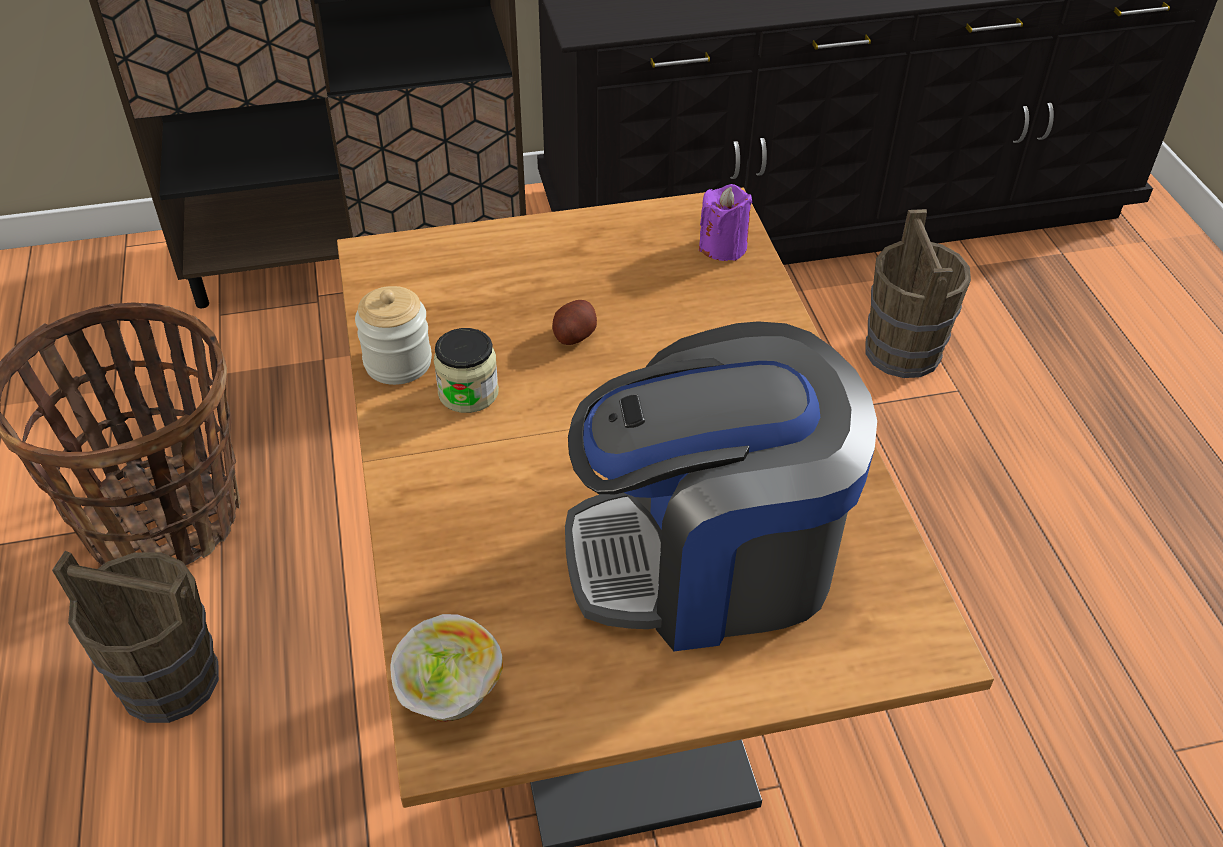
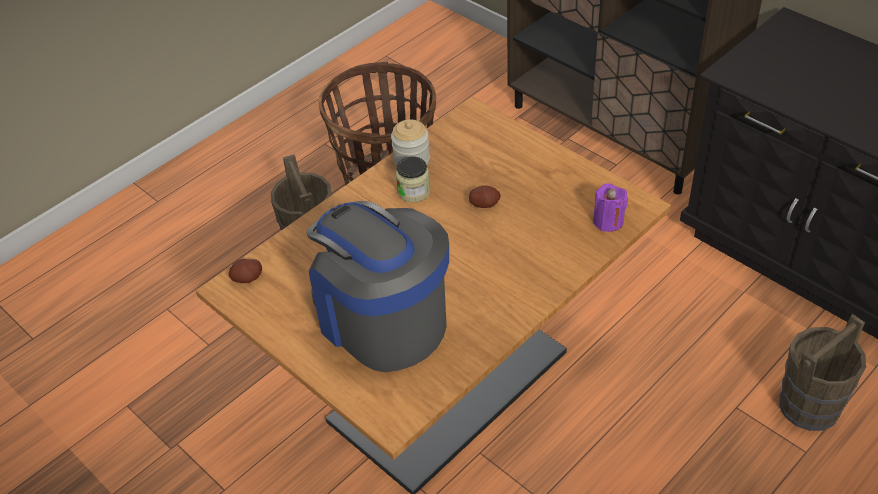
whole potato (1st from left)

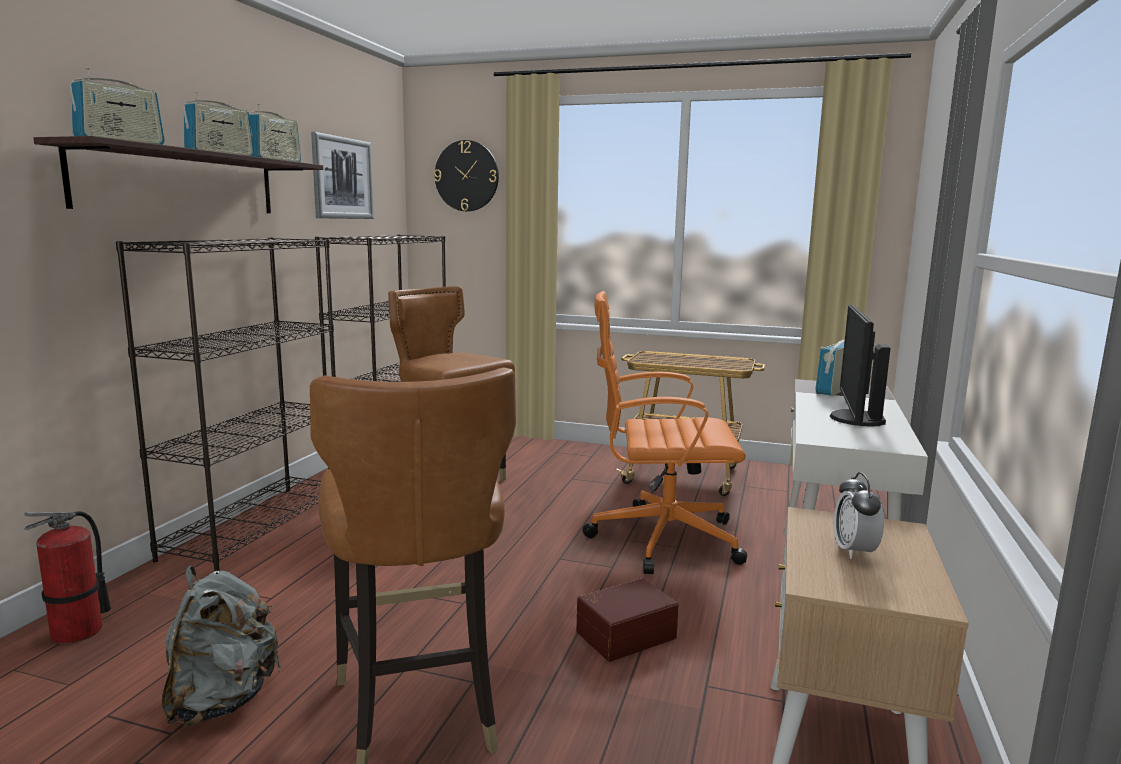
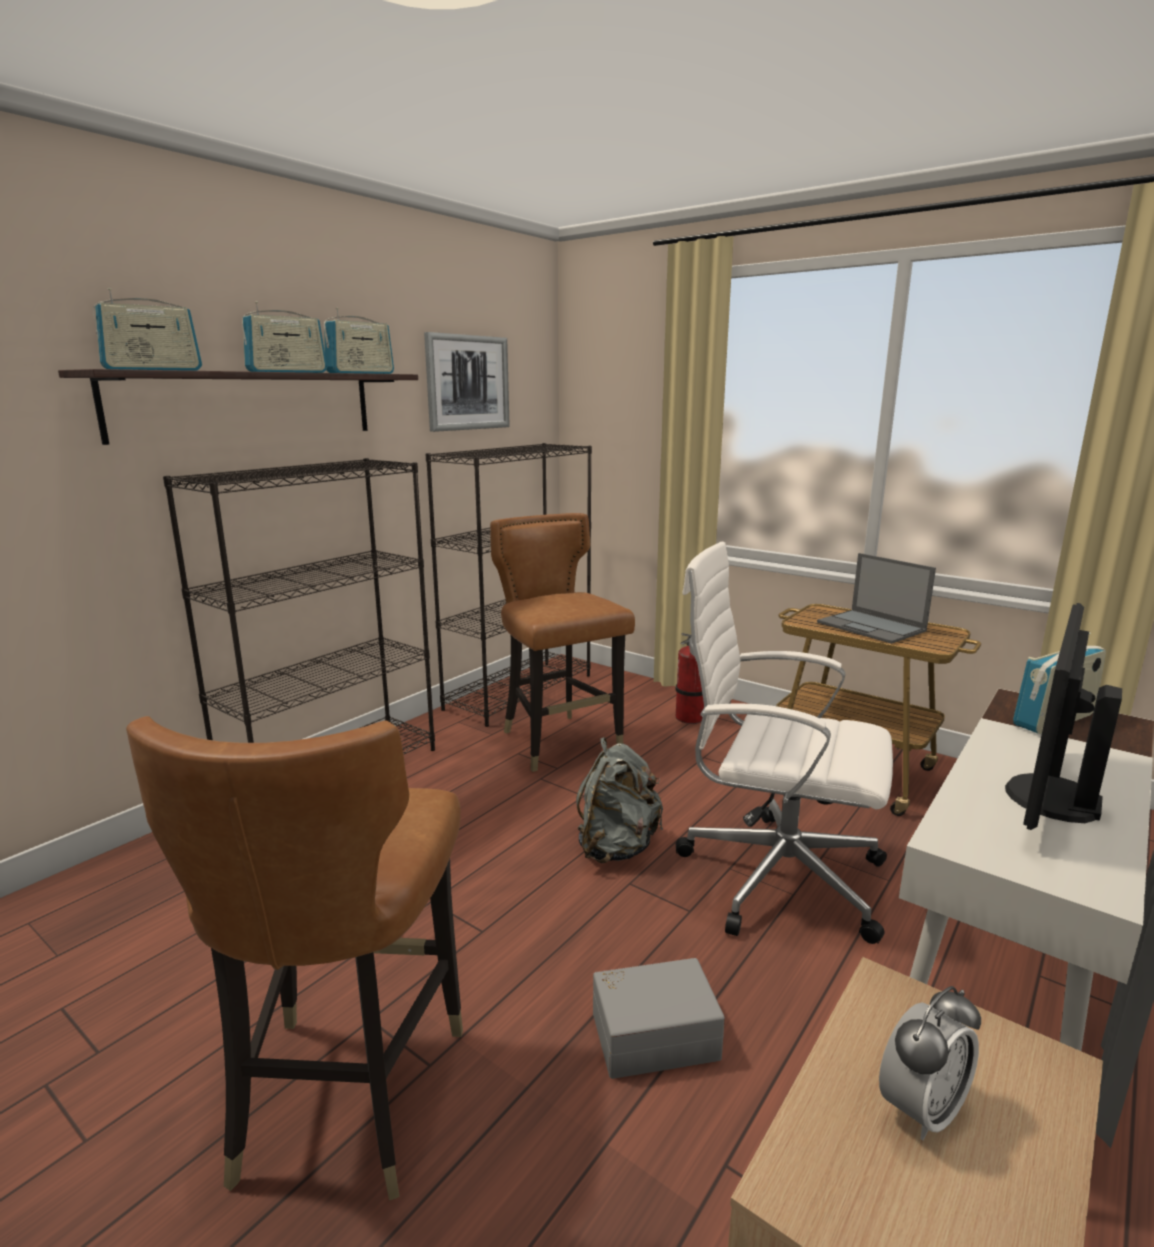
wall clock; white-coloured office chair; alarm clock; extinguisher; grey rucksack; grey storage container; notebook computer

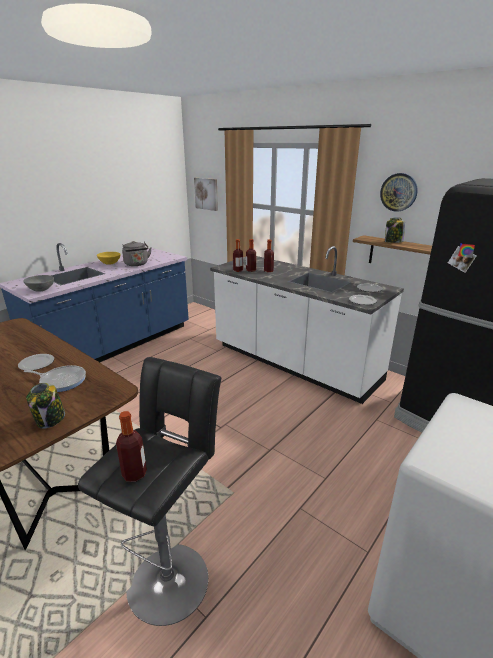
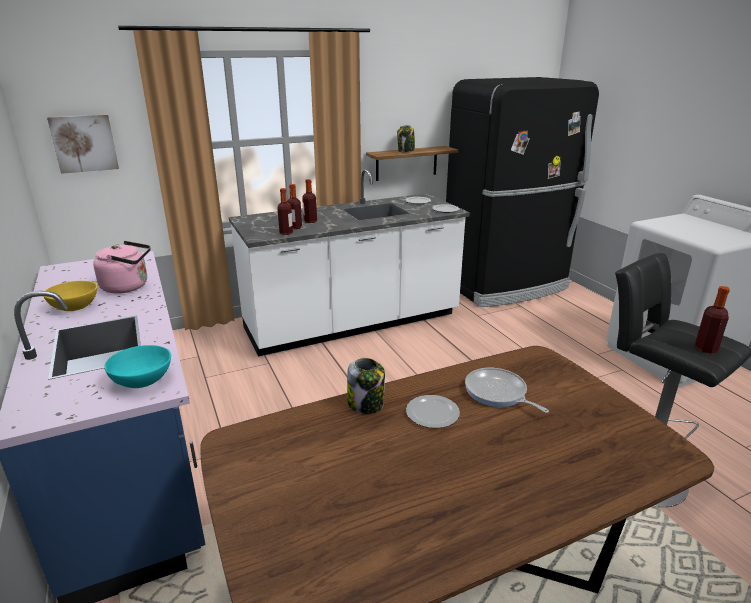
wall clock; pink tea kettle; turquoise deep dish; skillet; preserve jar (1st from left)

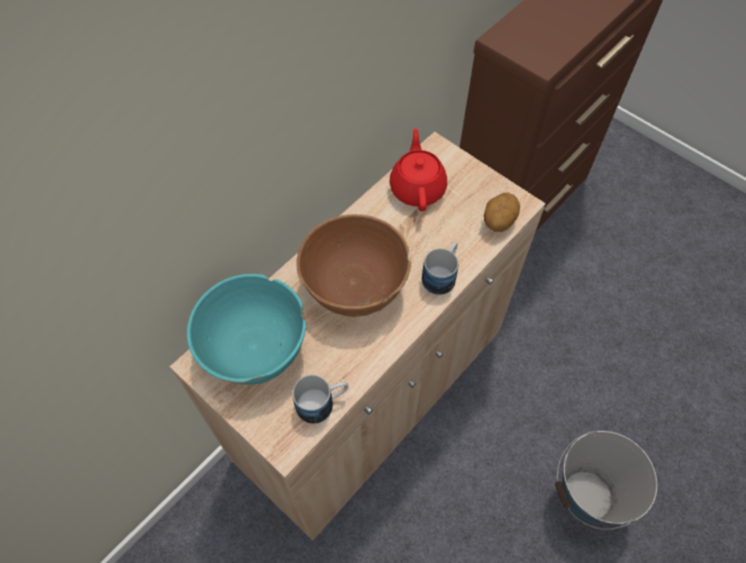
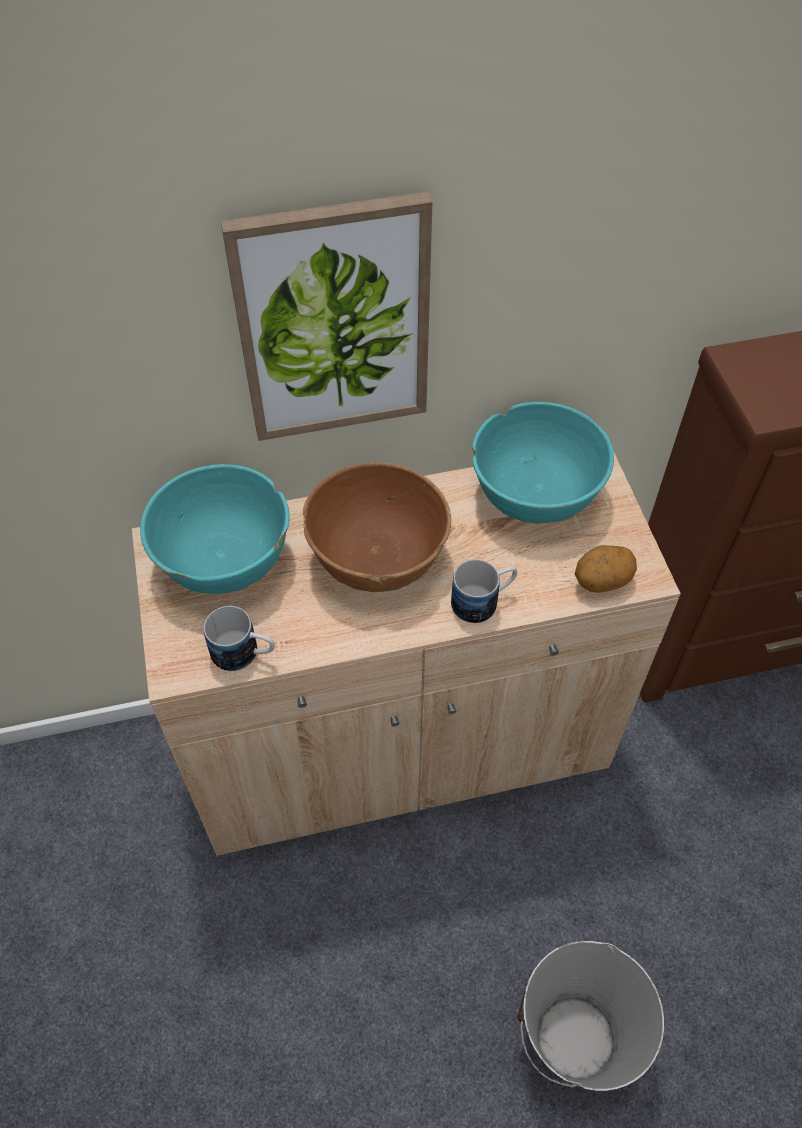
turquoise deep dish (2nd from left); wall picture

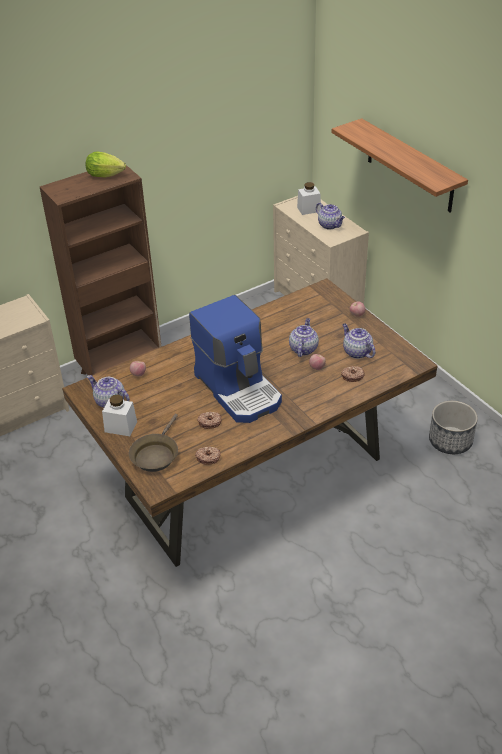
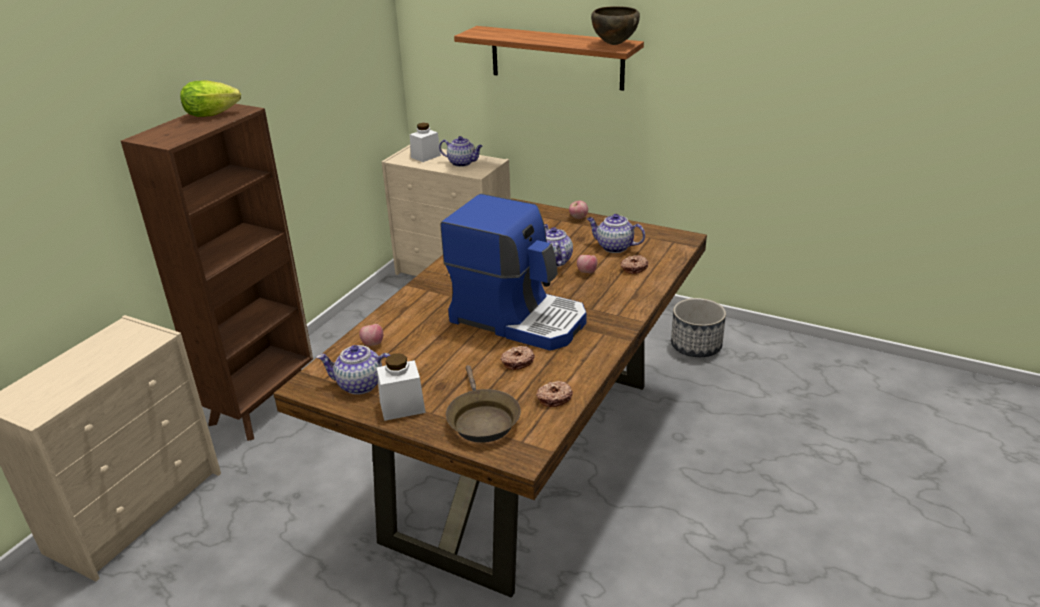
brownish deep dish

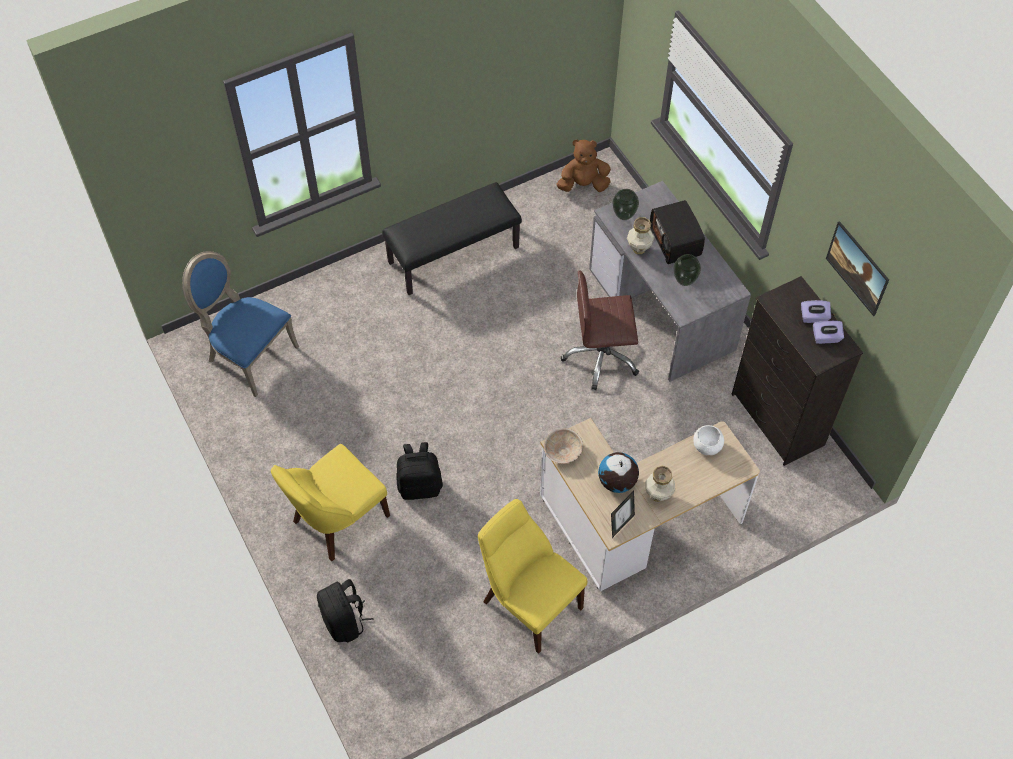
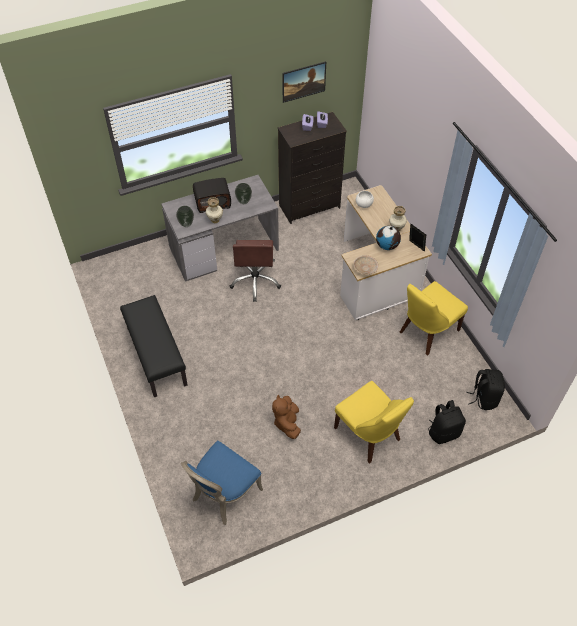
brownish cuddly toy; black-coloured rucksack (2nd from left)

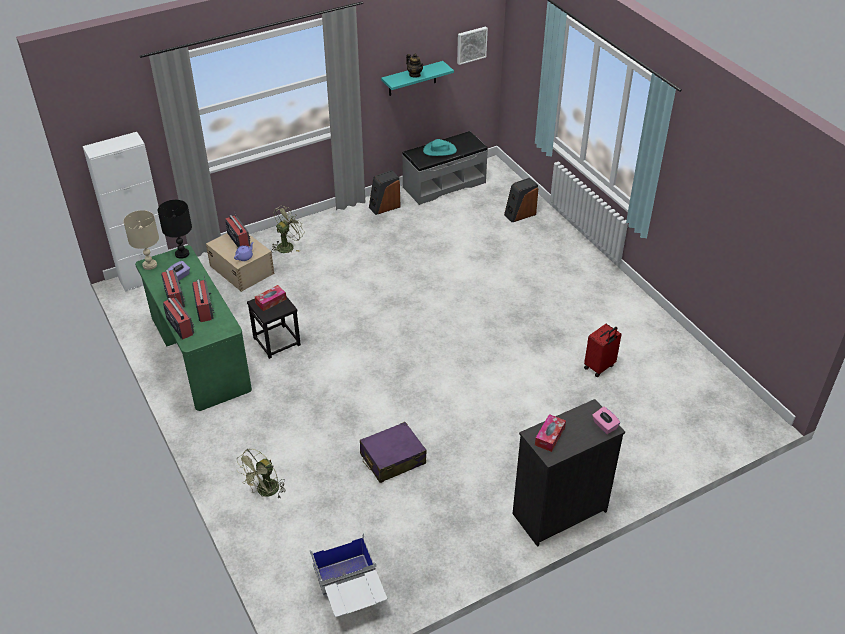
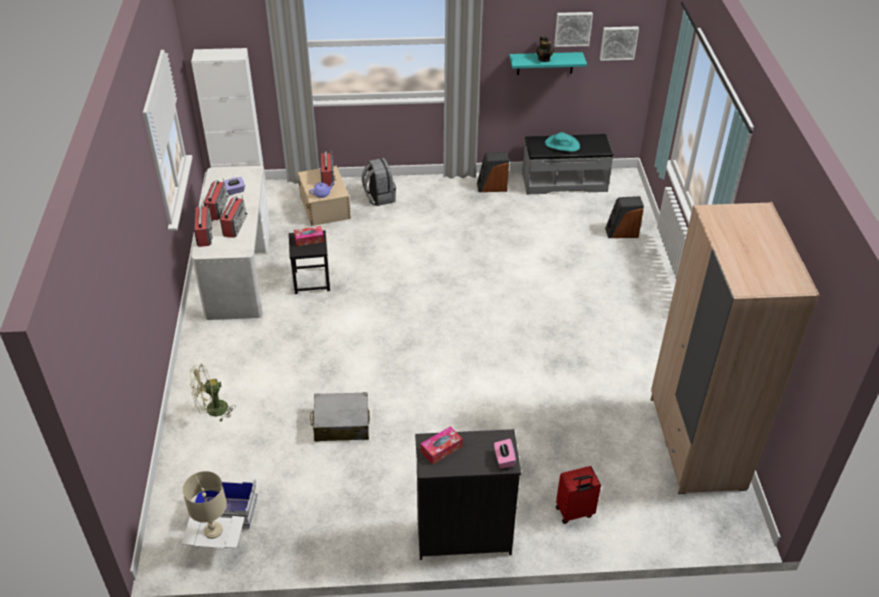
black-coloured tabletop lamp; grey rucksack; beige tabletop lamp; white-coloured desk; red-coloured piece of luggage; grey piece of luggage; wall picture (1st from left); beige wardrobe

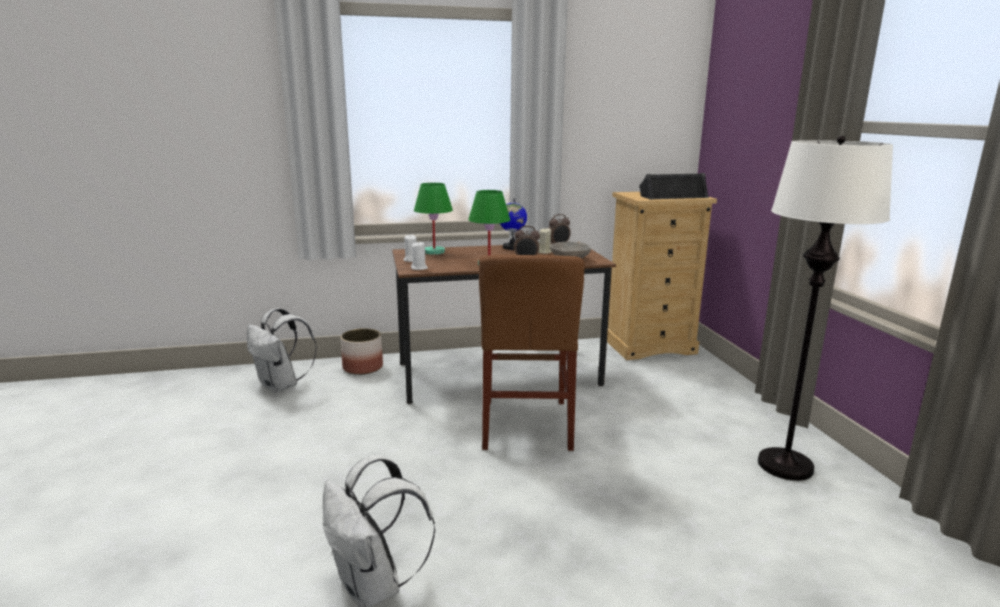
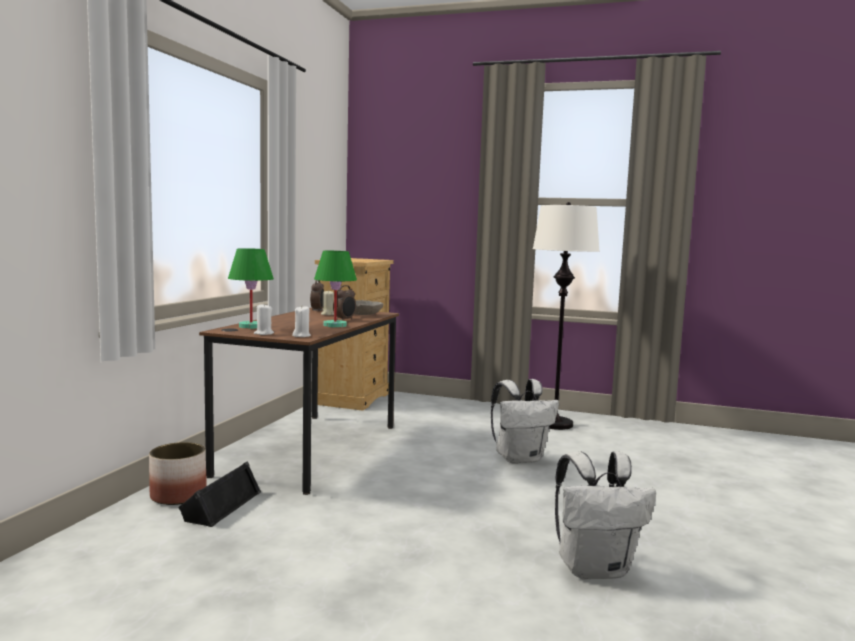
black-coloured audio speaker; globe; brownish upright chair; white-coloured rucksack (1st from left)

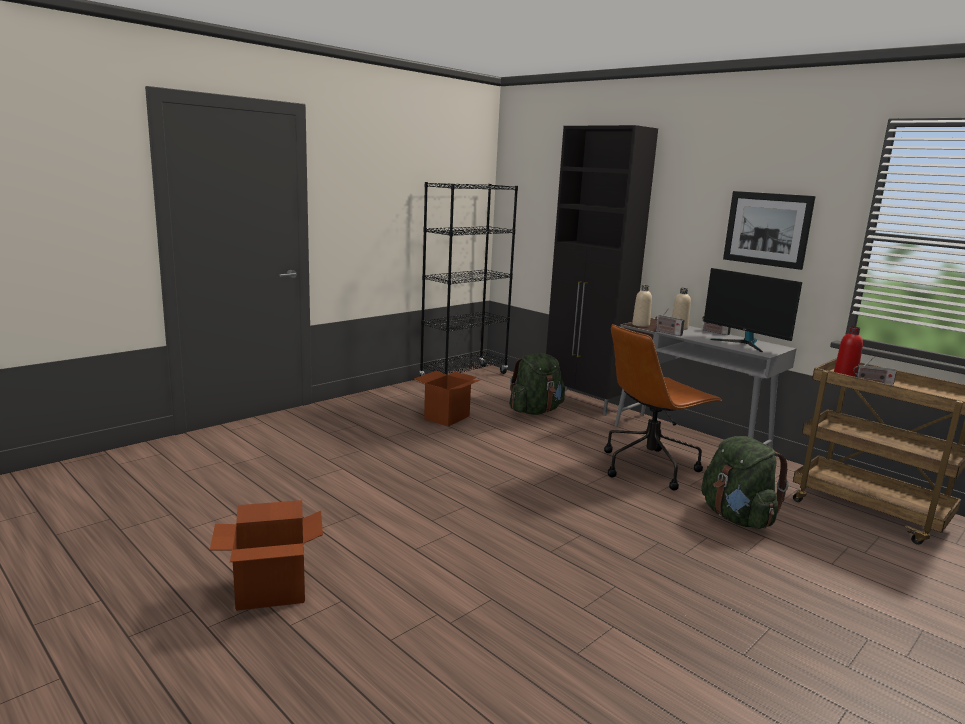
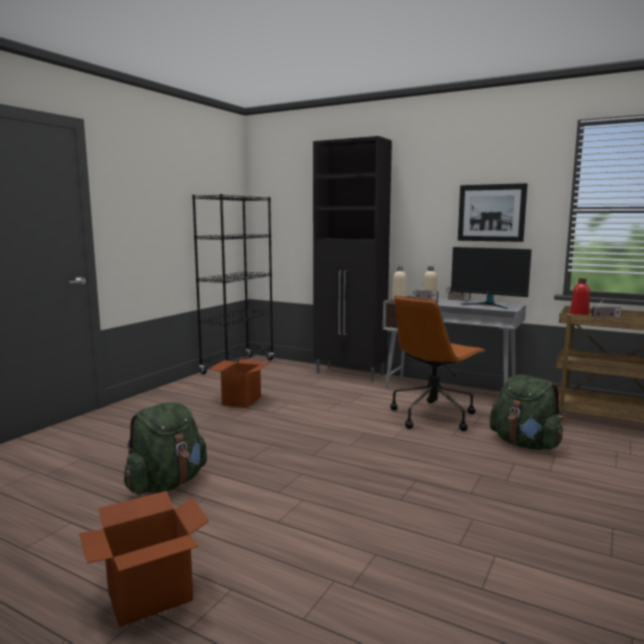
green rucksack (1st from left)

